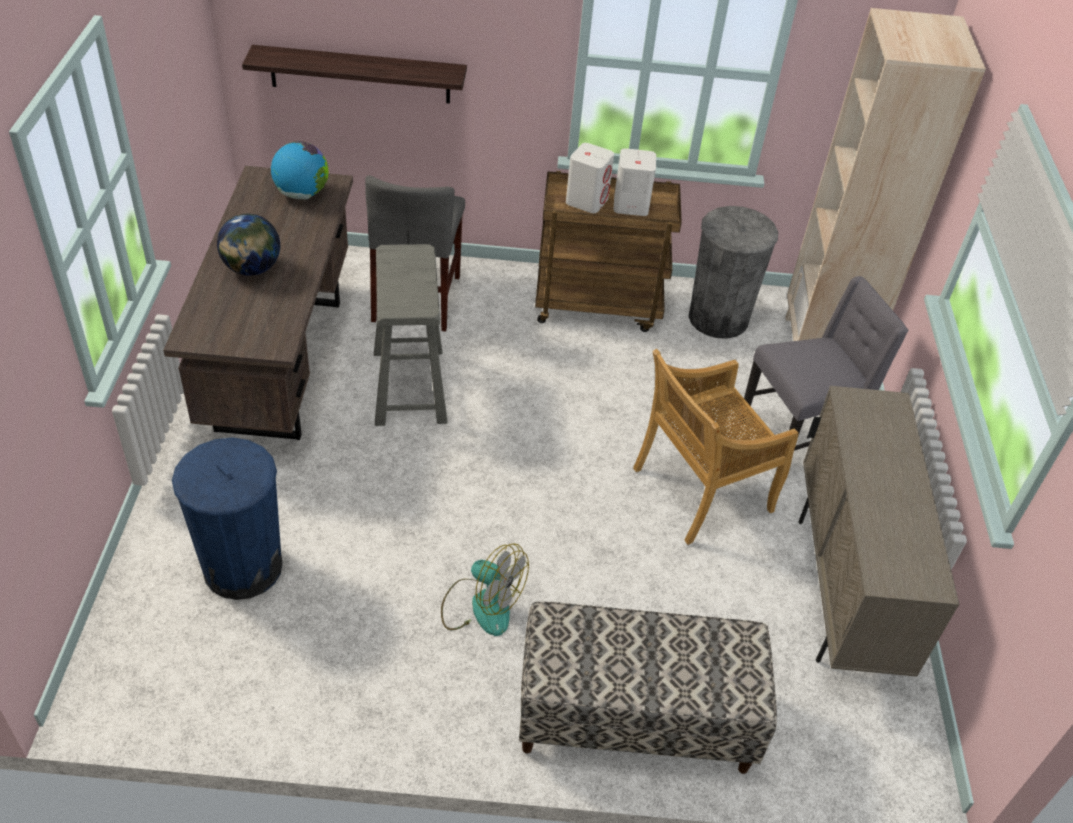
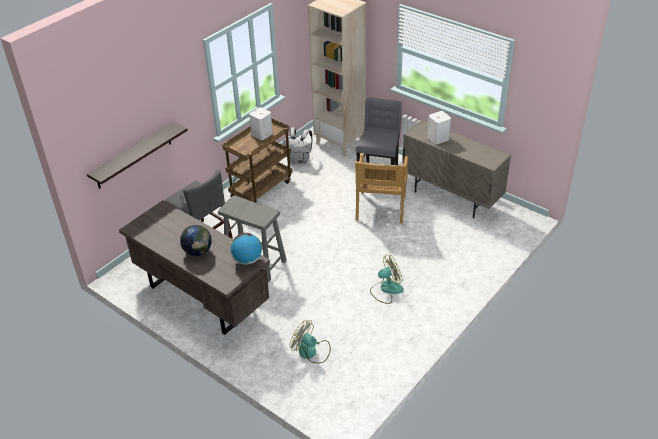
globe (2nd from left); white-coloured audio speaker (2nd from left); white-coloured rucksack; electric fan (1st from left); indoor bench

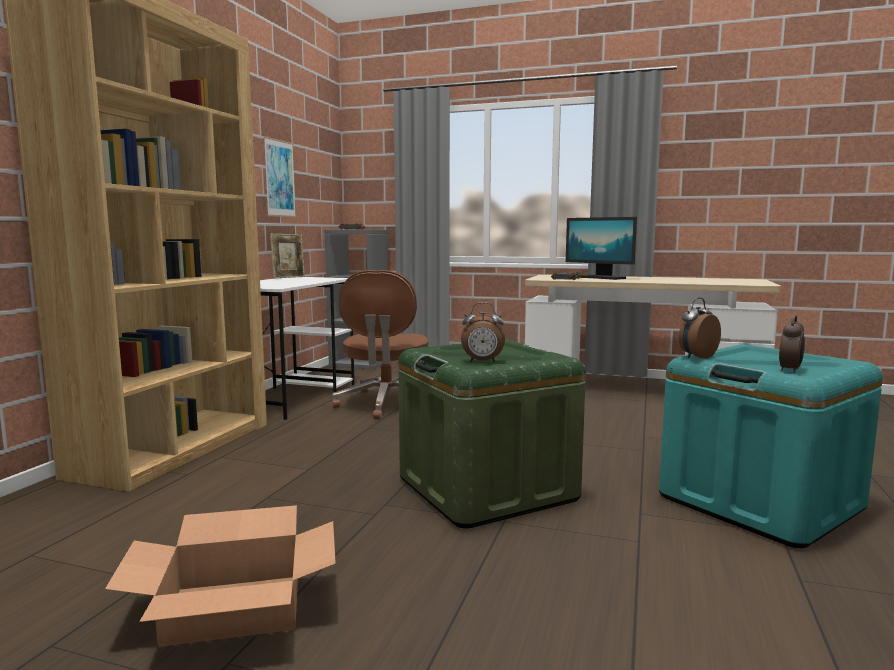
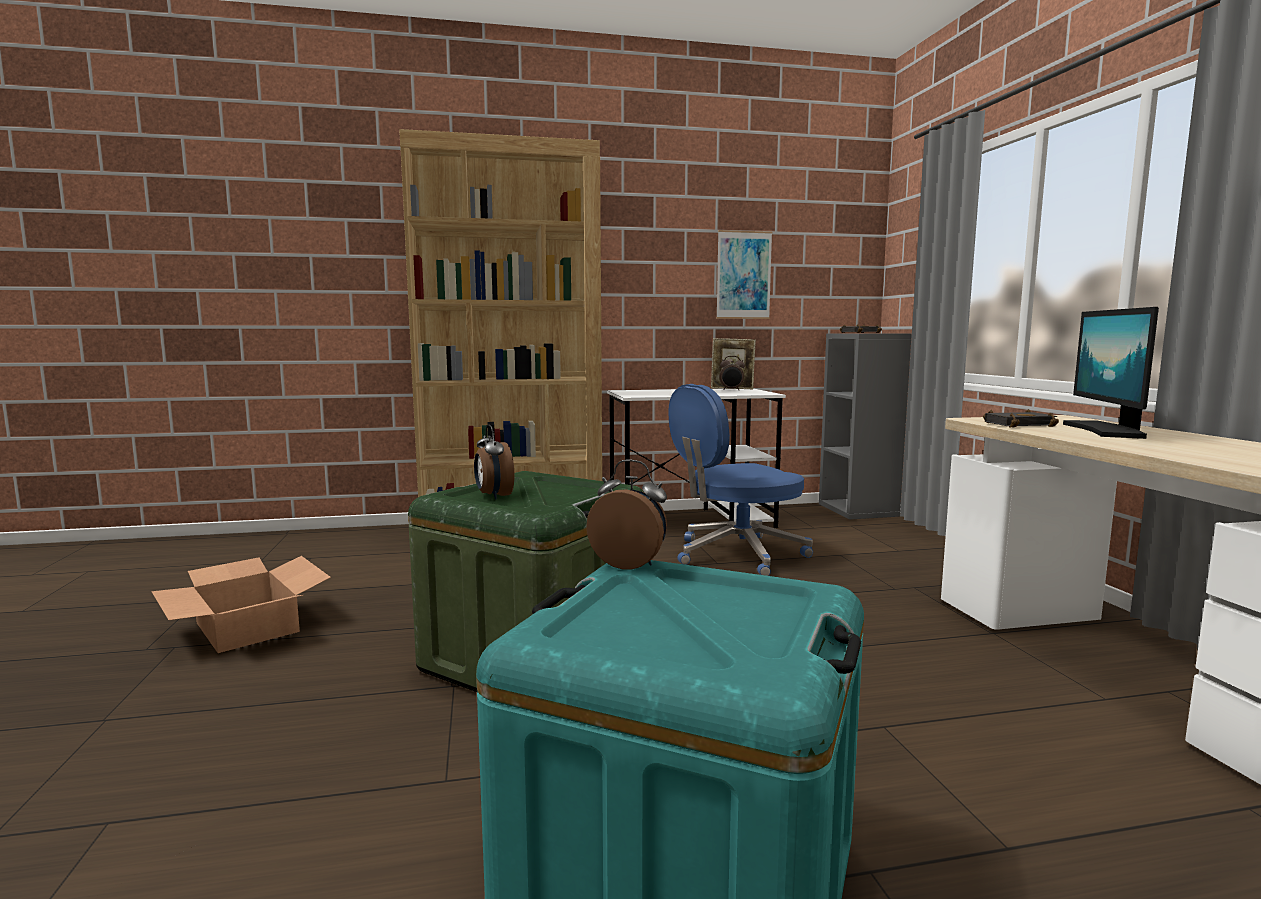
bluish office chair; alarm clock (3rd from left)

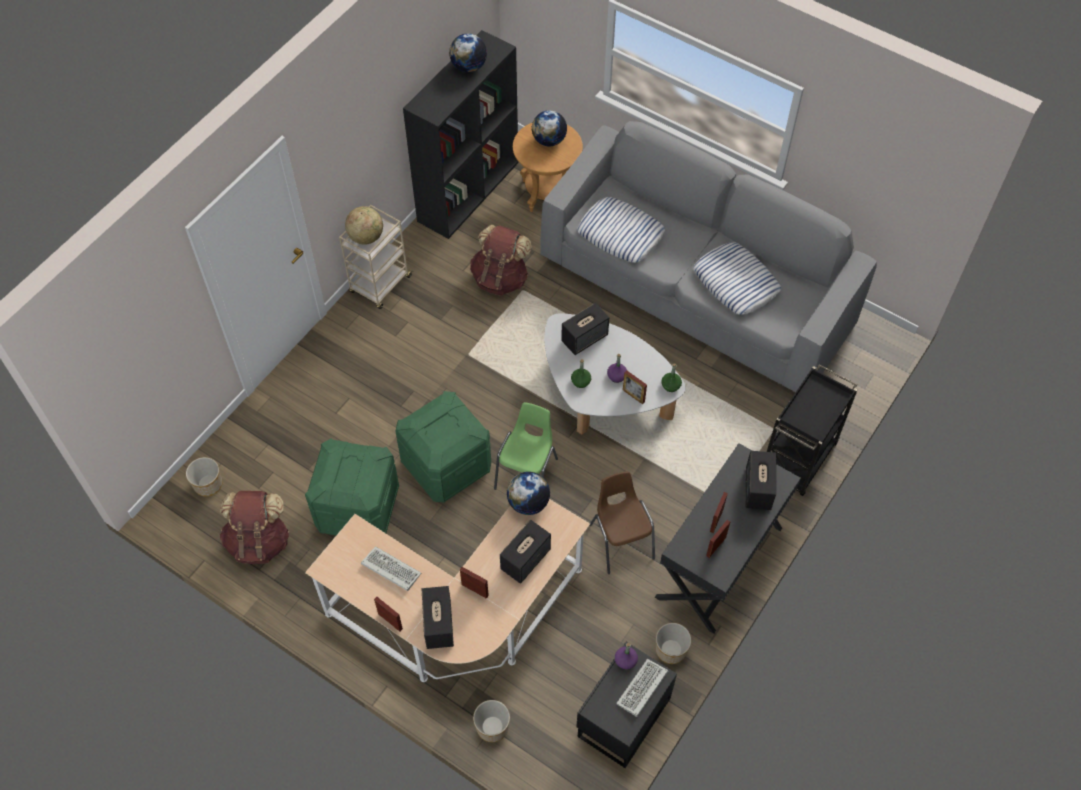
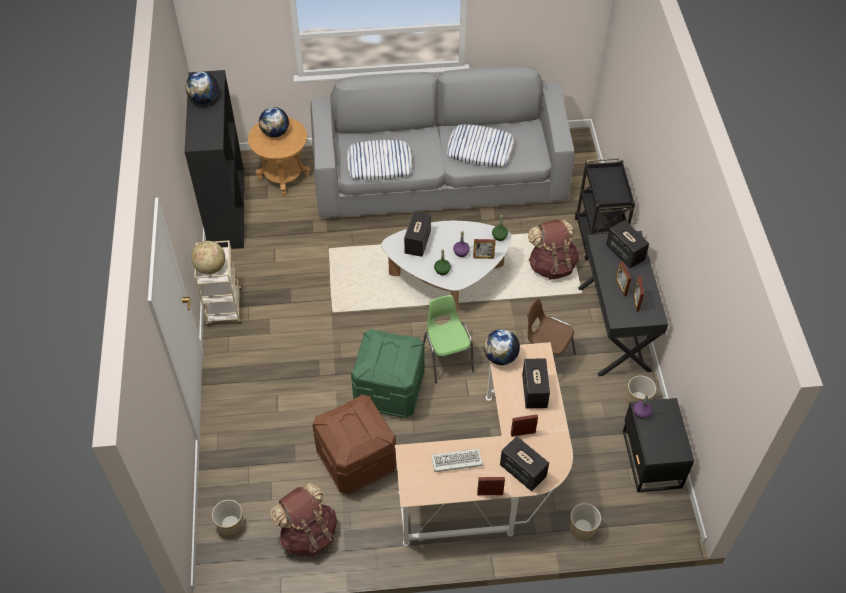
brownish rucksack (2nd from left); brownish storage container; PC keyboard (2nd from left in the first image)

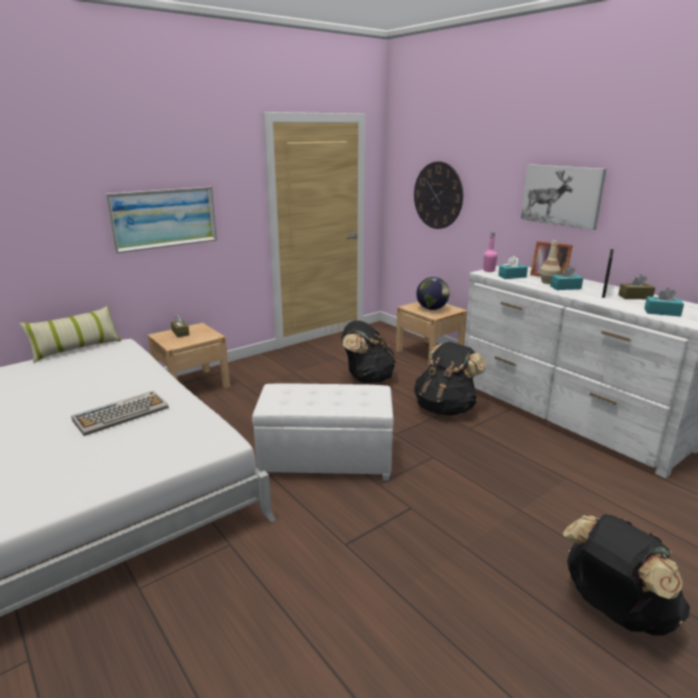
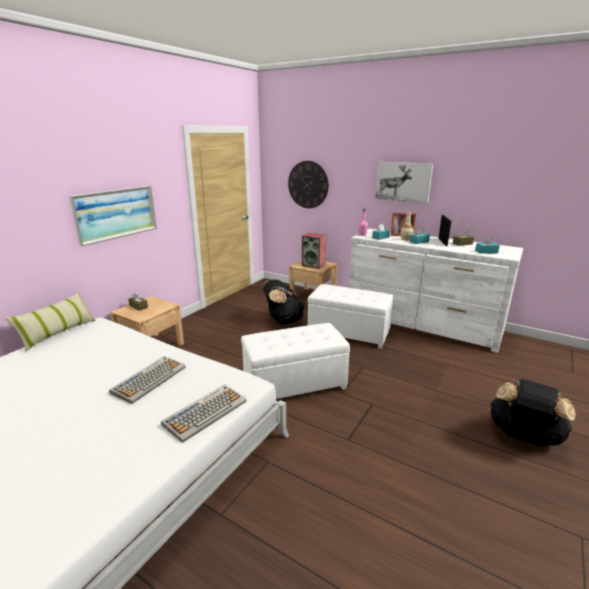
audio speaker; white-coloured ottoman (2nd from left); PC keyboard (2nd from left)

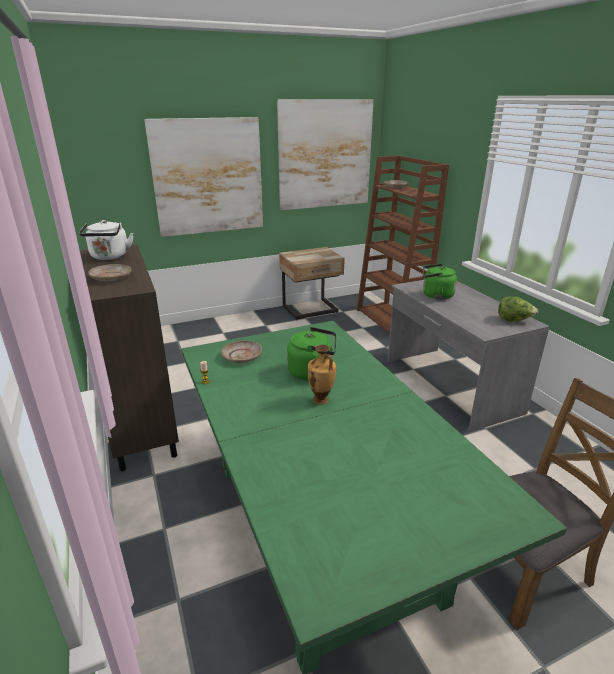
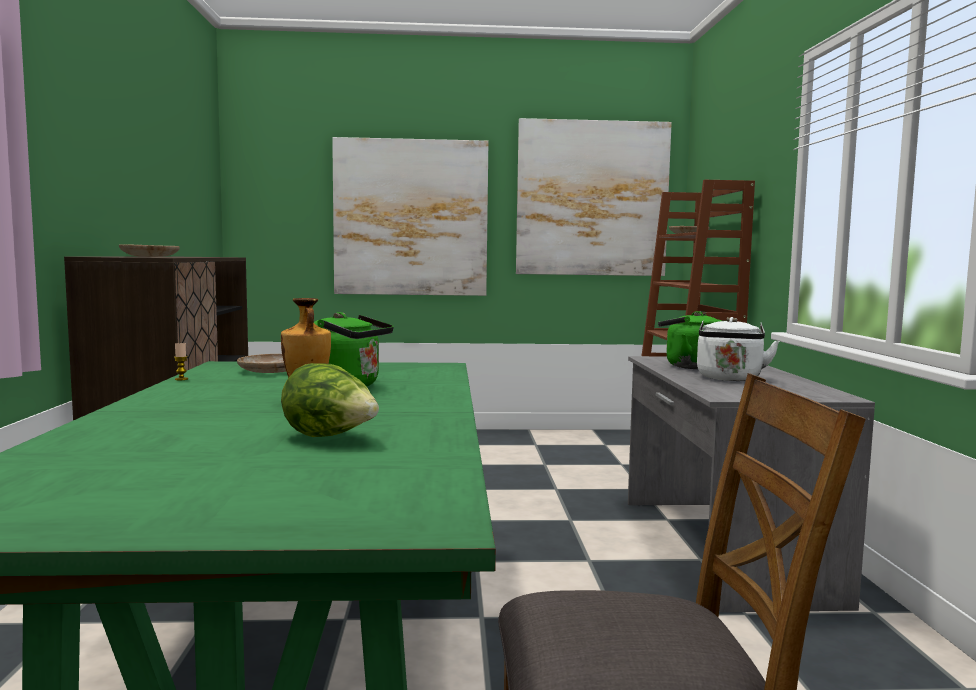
white-coloured tea kettle; beige night table; lettuce

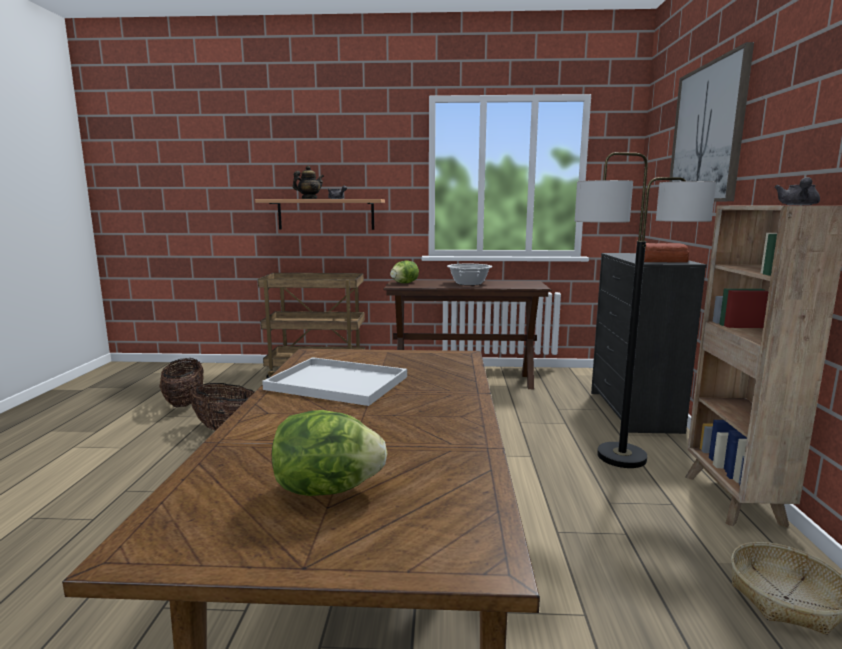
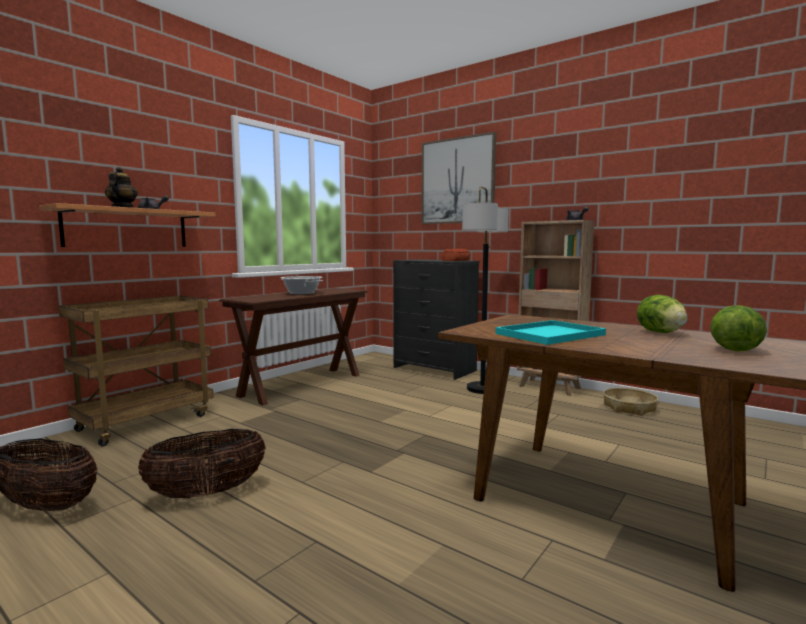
lettuce (1st from left); turquoise tray

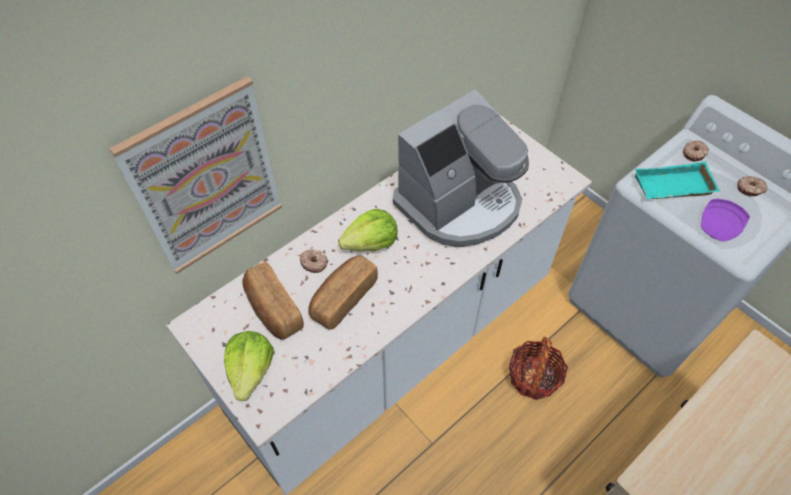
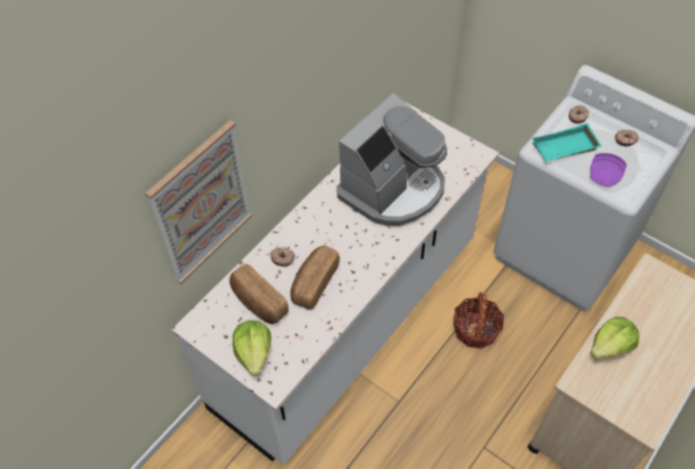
lettuce (2nd from left)

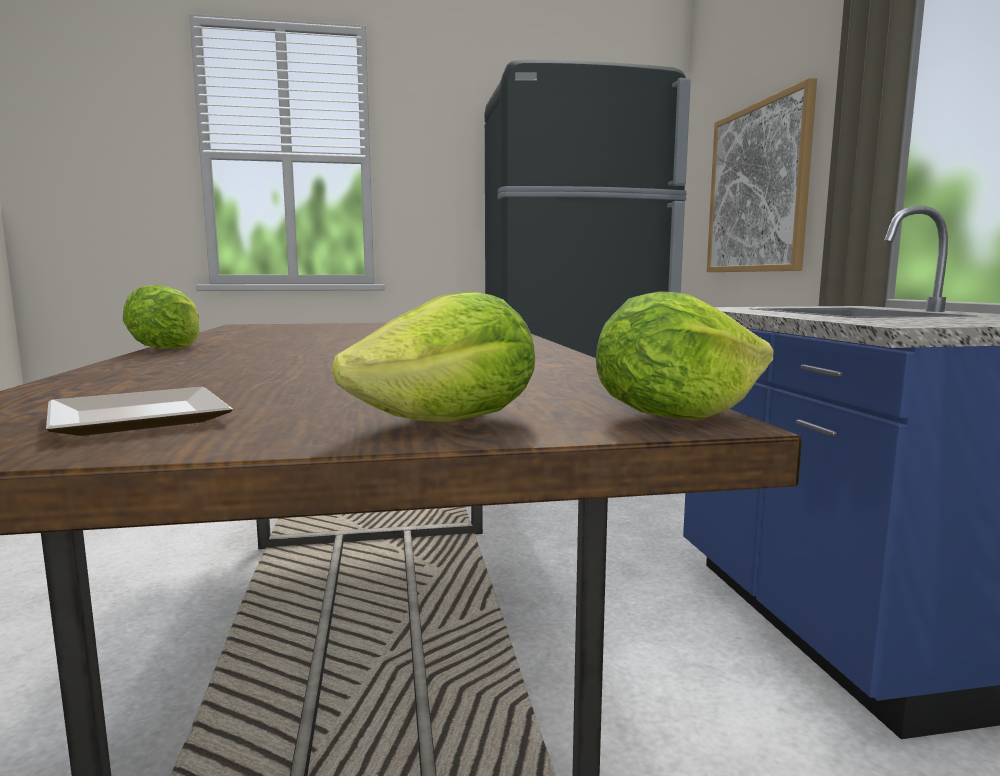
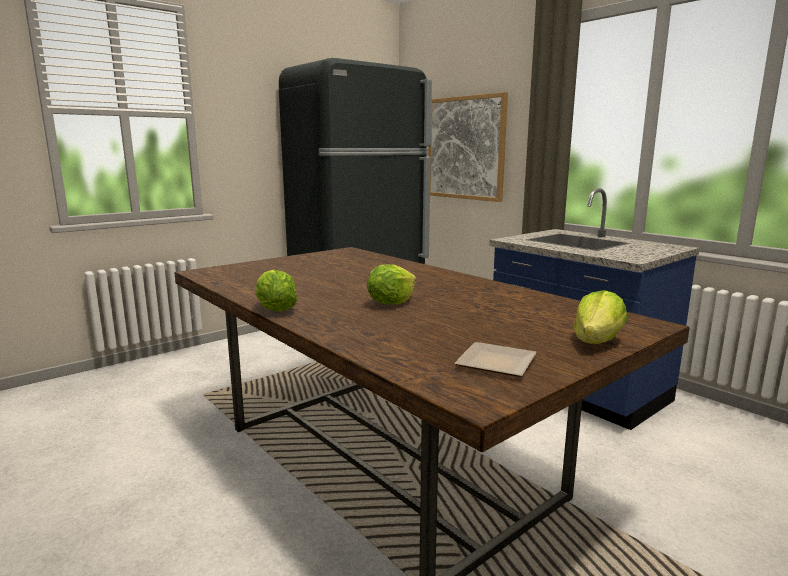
lettuce (2nd from left)

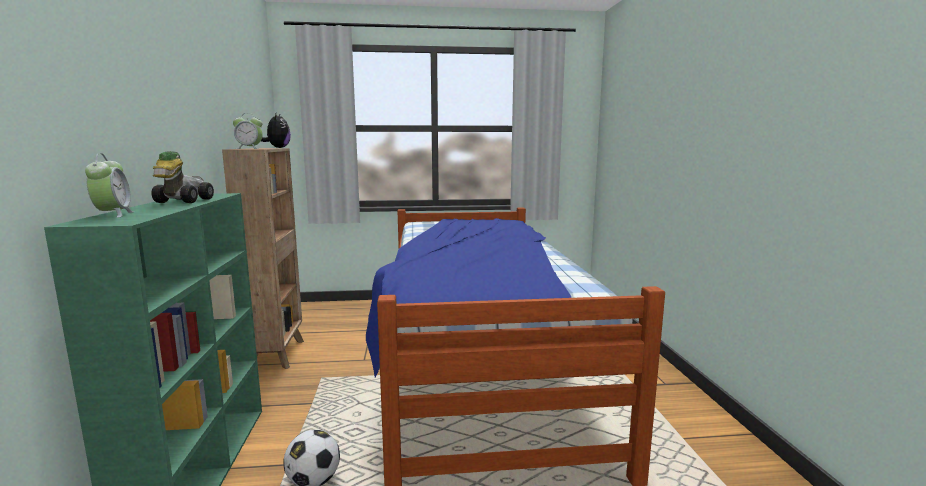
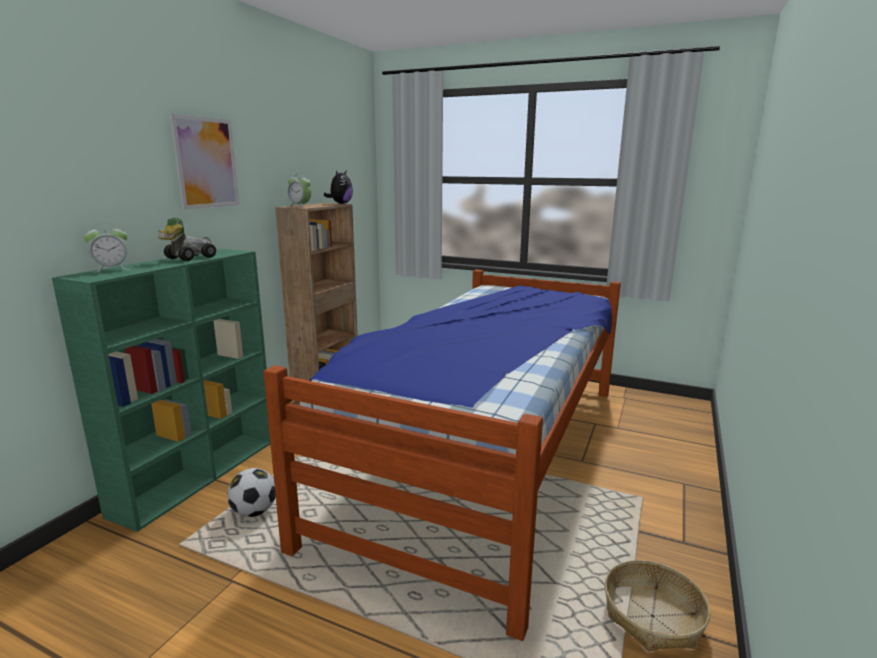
alarm clock (1st from left); wall picture; household basket

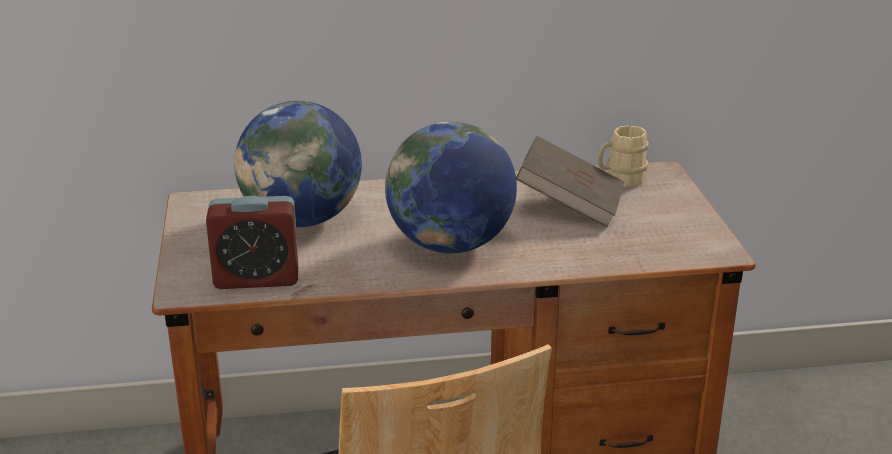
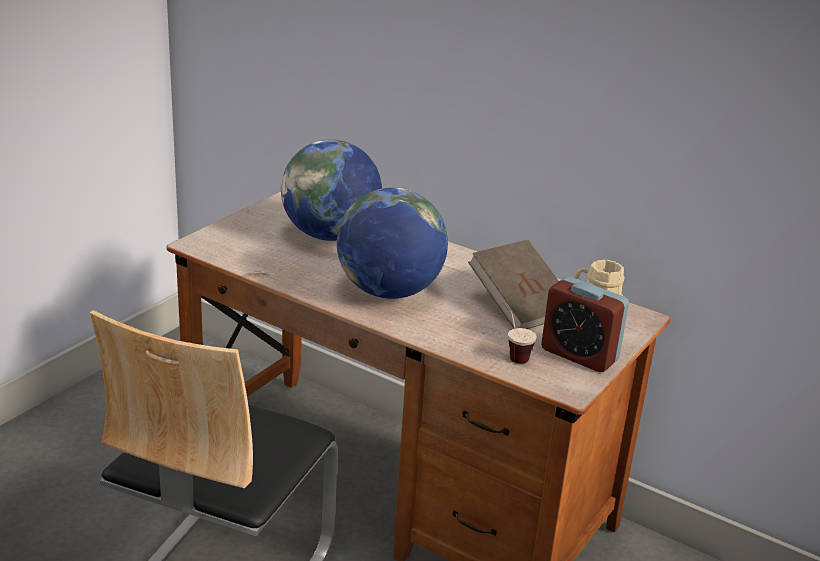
alarm clock; small cup

